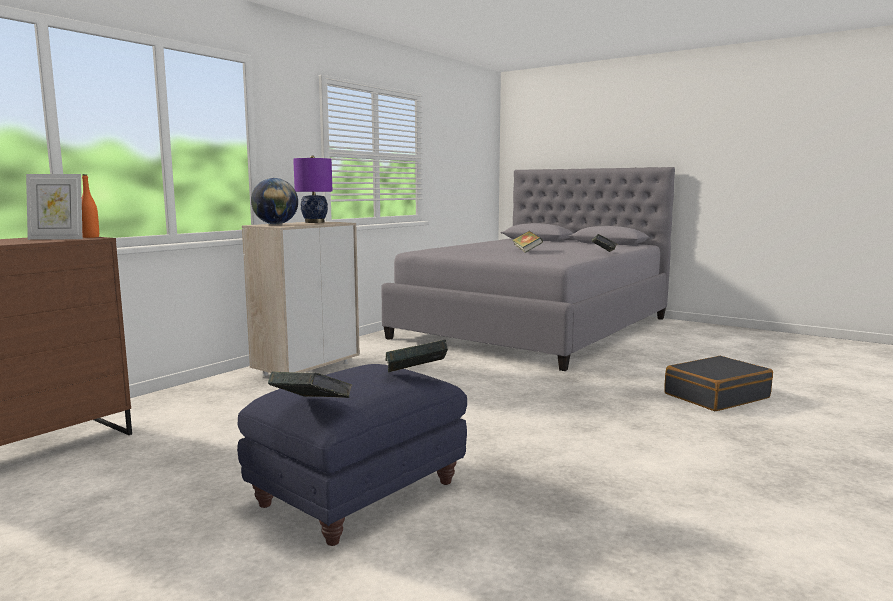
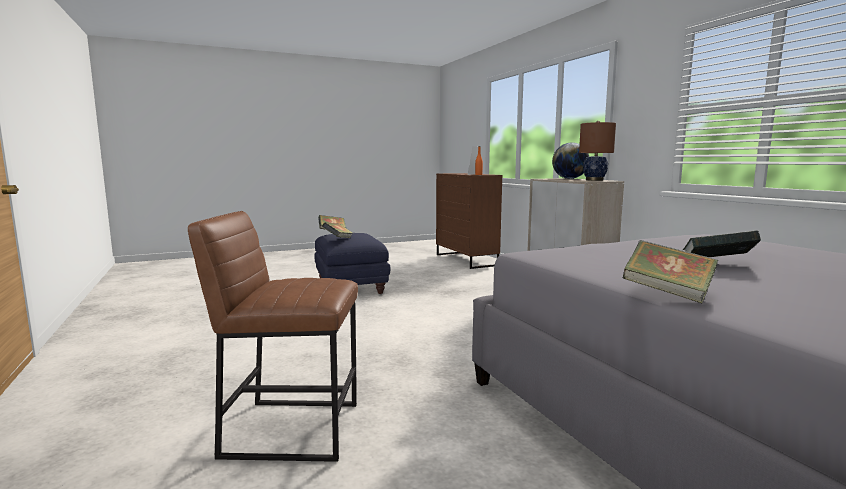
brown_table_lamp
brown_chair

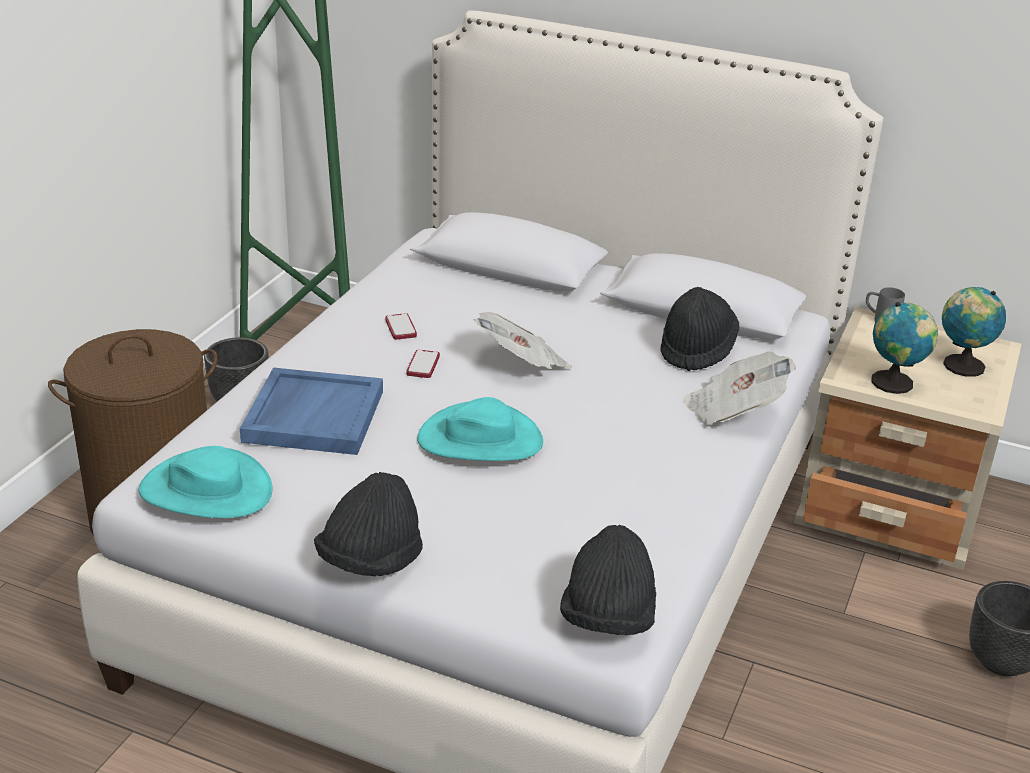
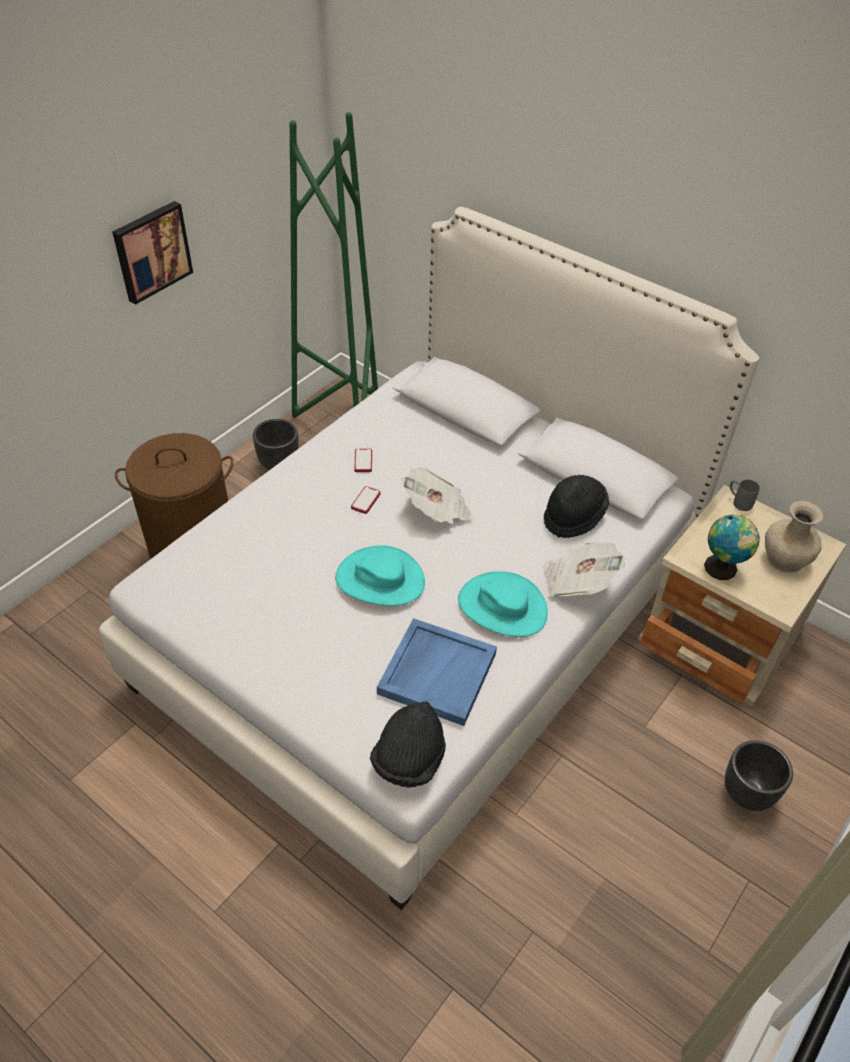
turquoise_hat (2nd from left)
blue_tray
black_hat (1st from left in the first image)
beige_vase
picture

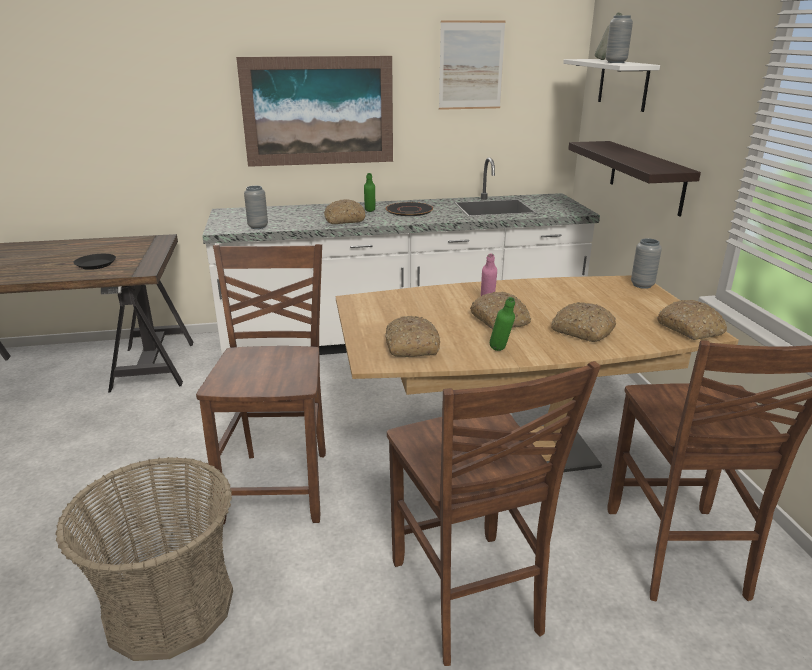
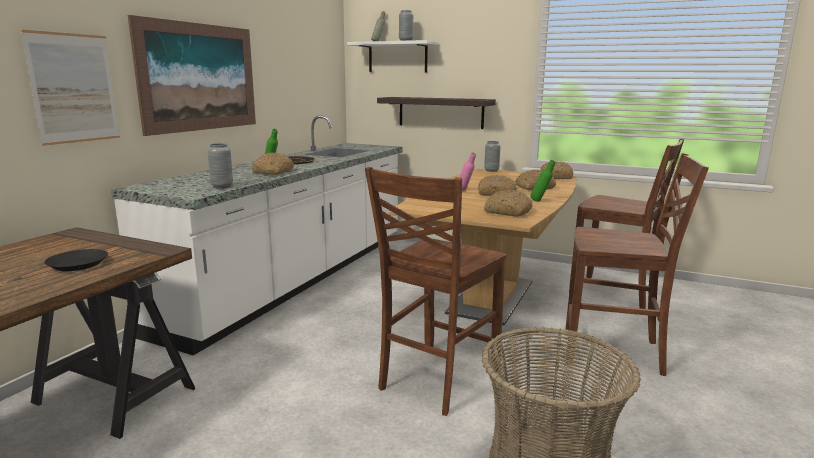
brown_chair (1st from left)
picture (1st from left)

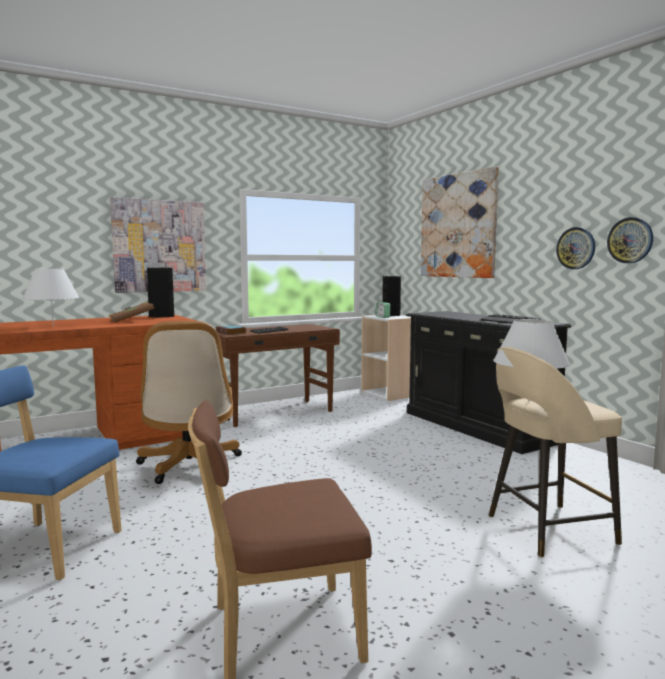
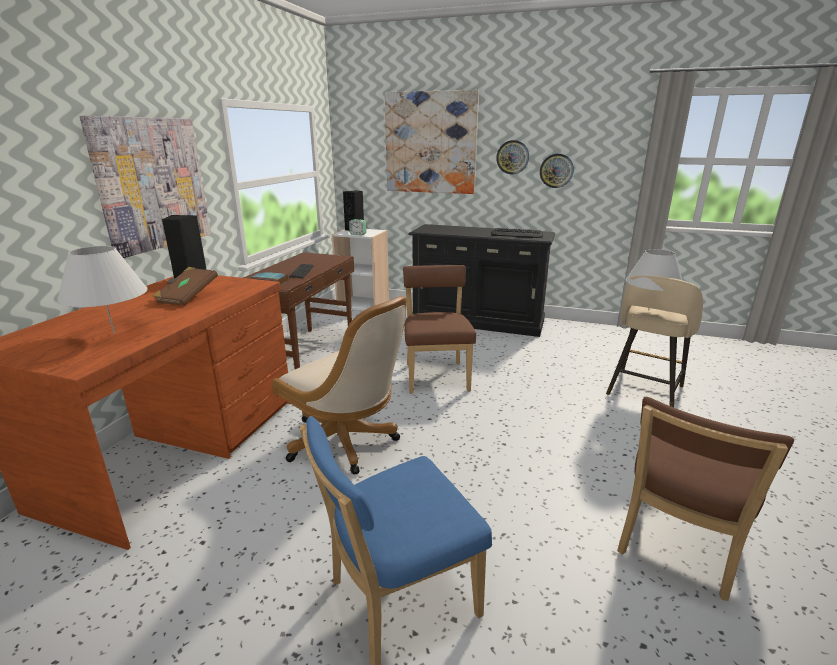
wall_clock (1st from left)
brown_chair (1st from left)

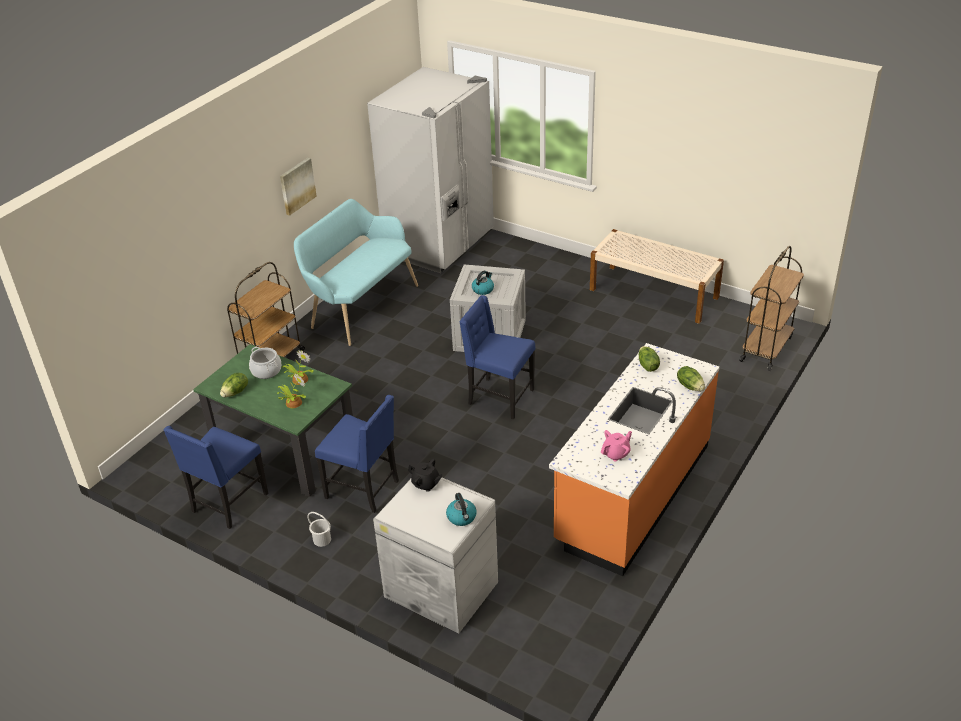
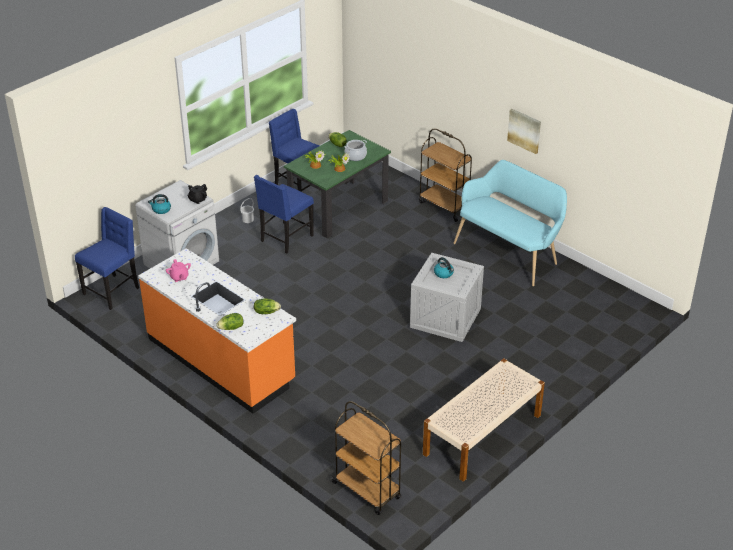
white_fridge
blue_chair (1st from left)

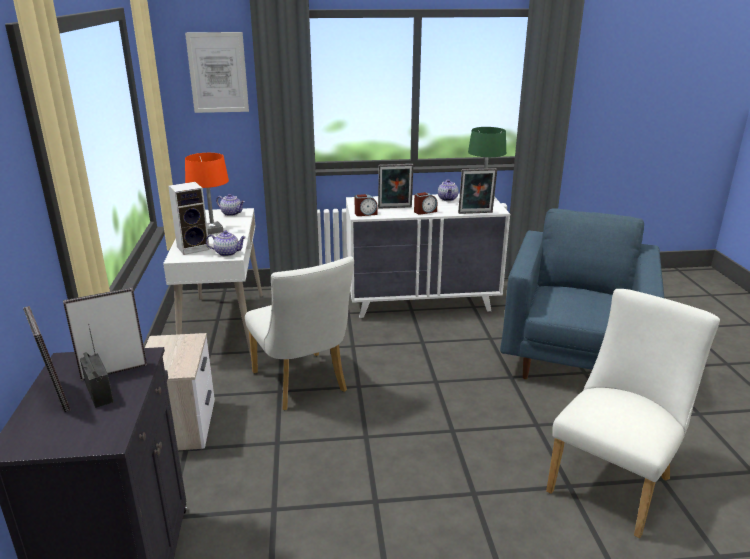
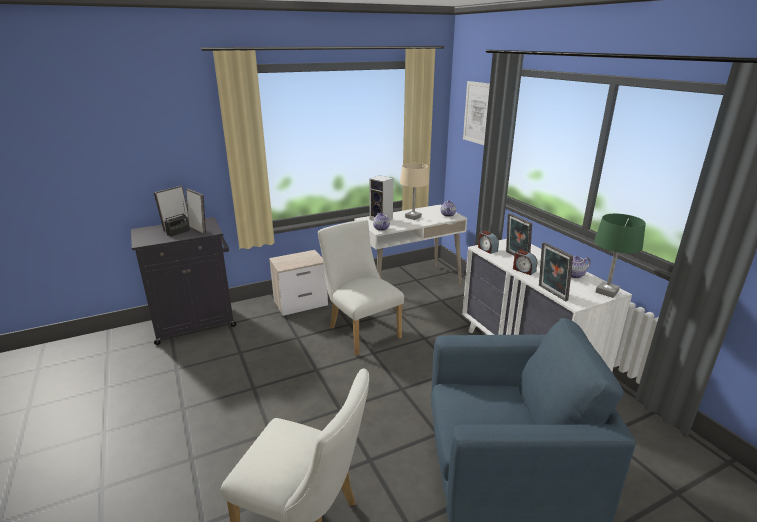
beige_table_lamp
white_chair (2nd from left)

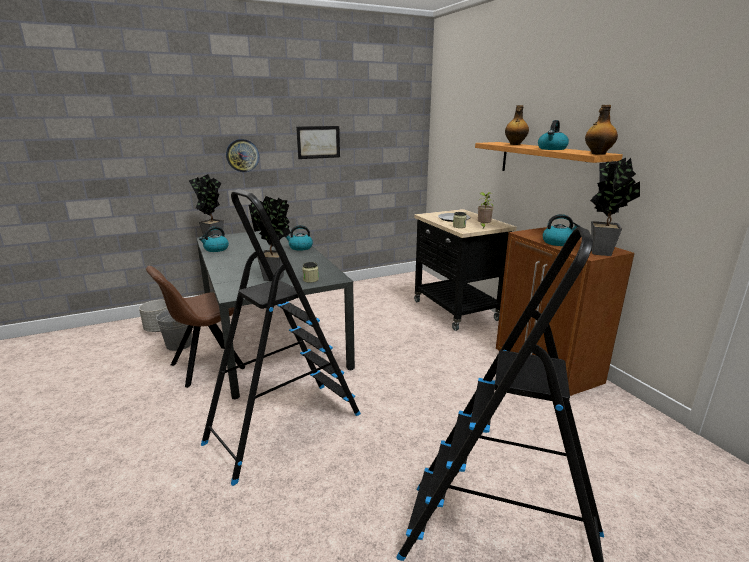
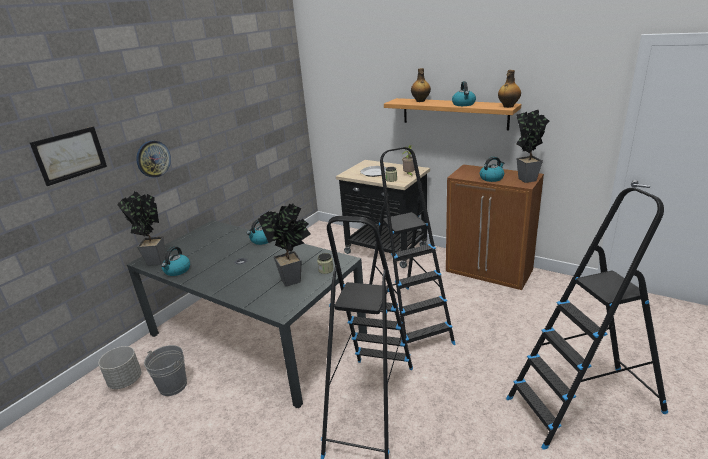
brown_chair
picture
black_step_ladder (2nd from left)

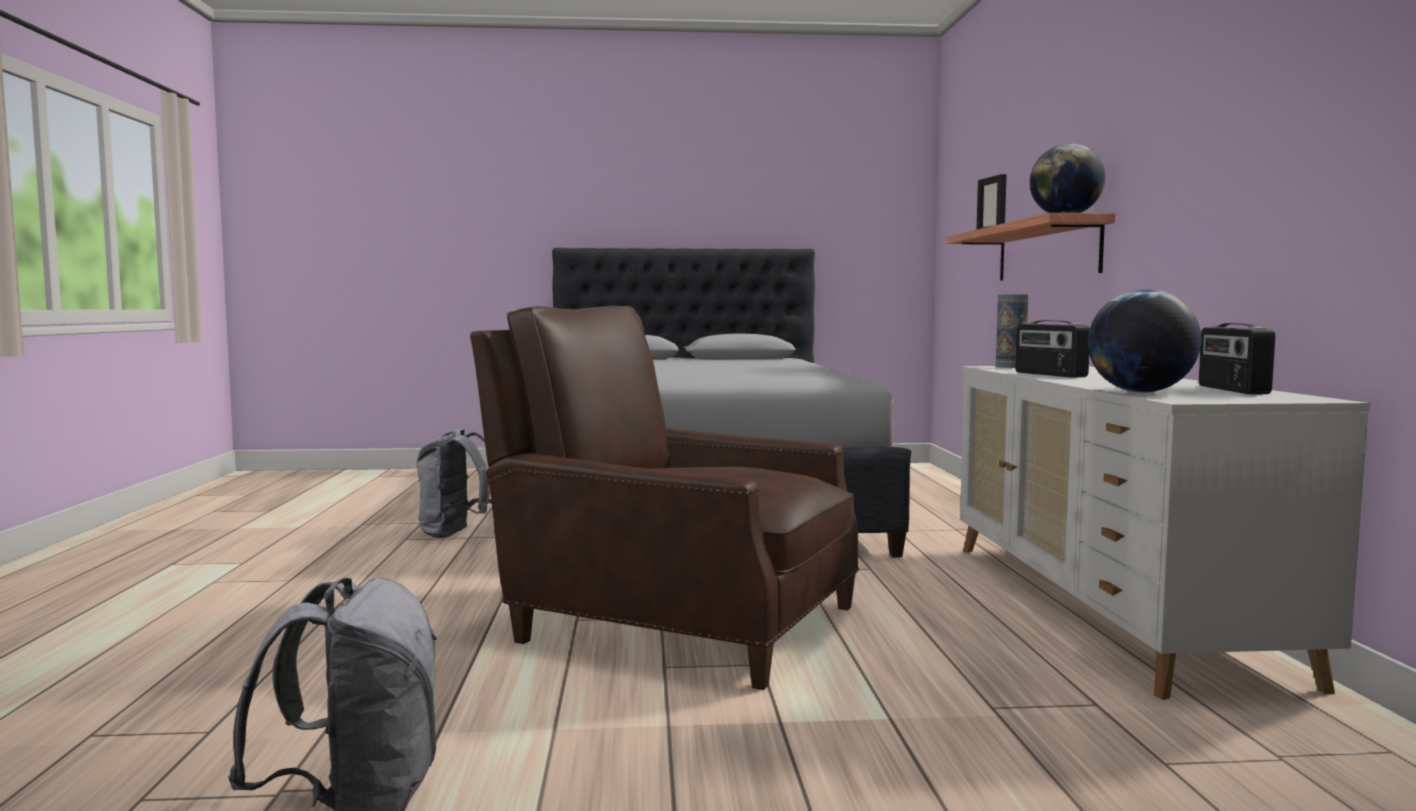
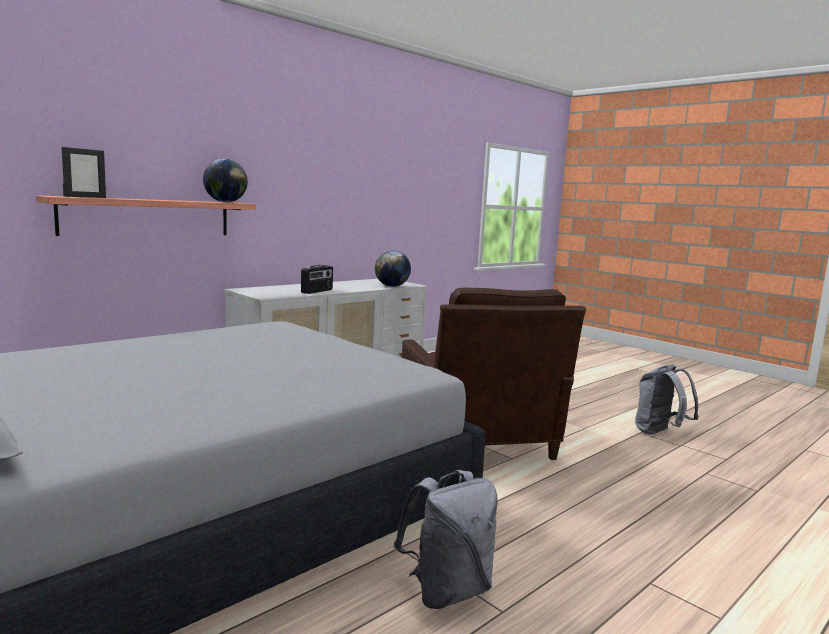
vase
radio (2nd from left in the first image)

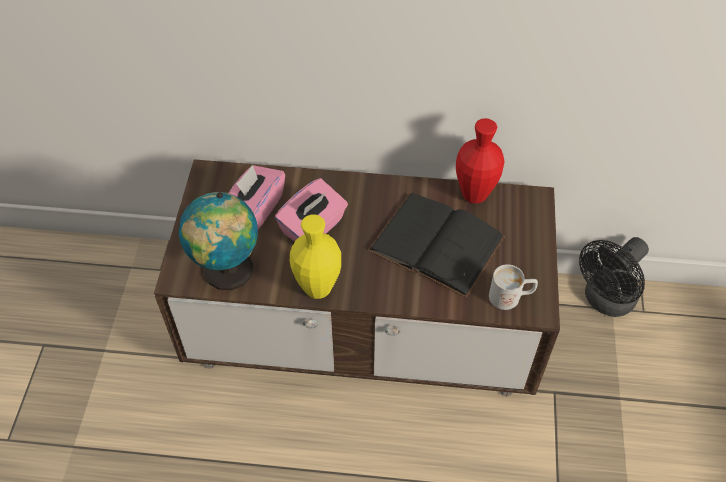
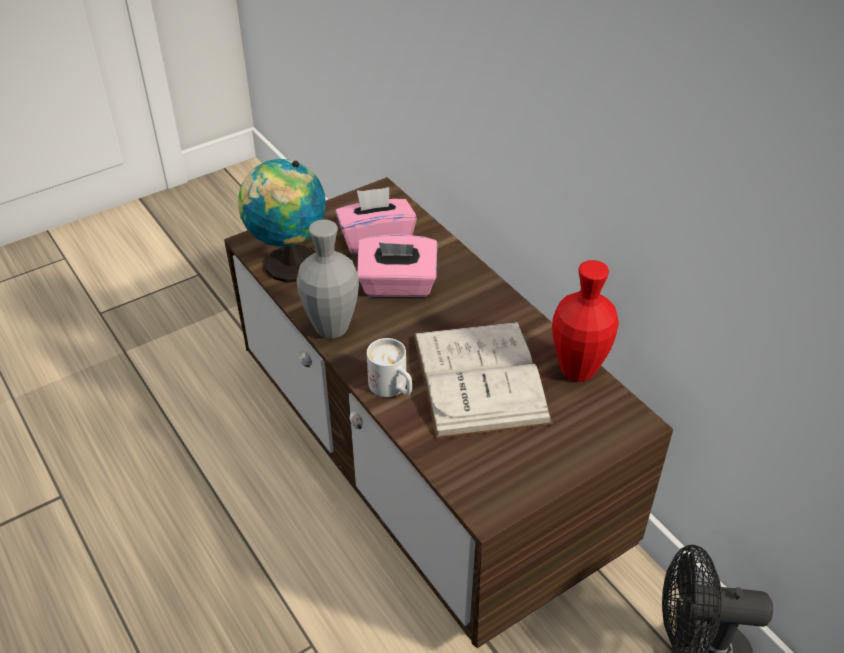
grey_vase
white_book
white_mug

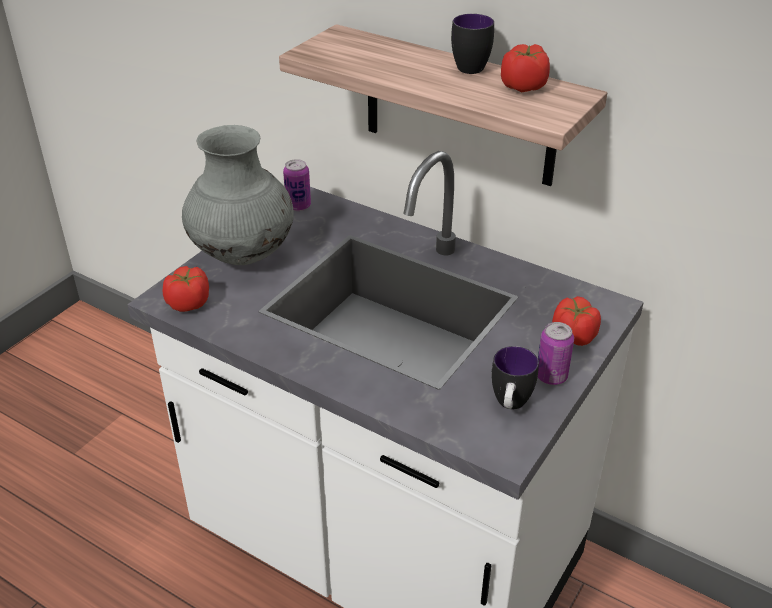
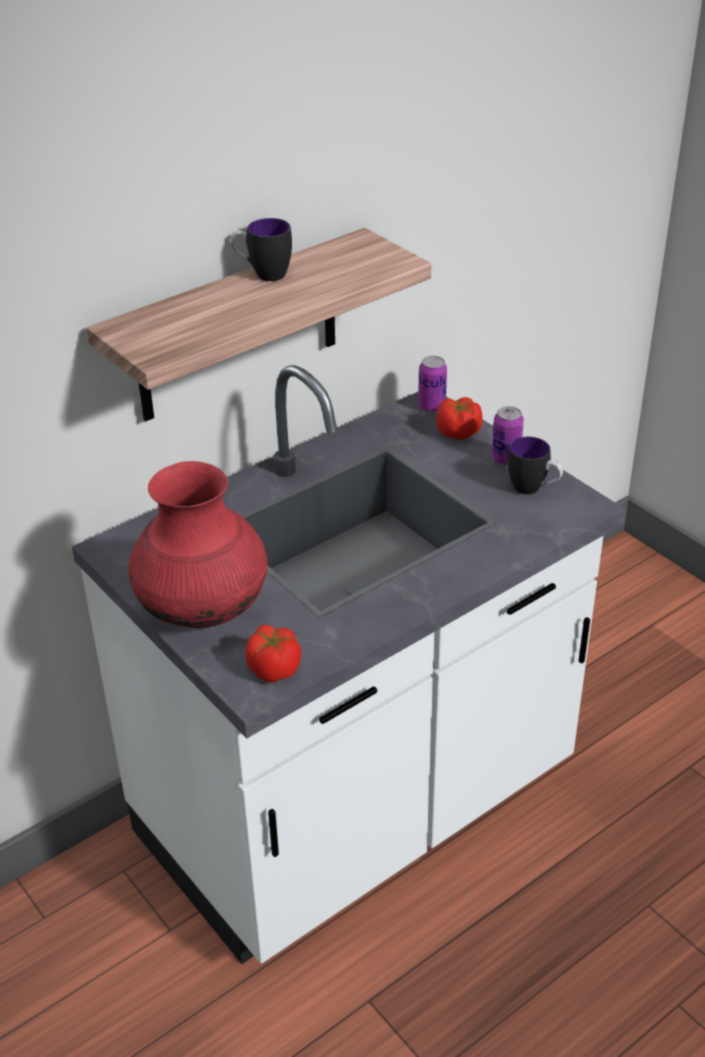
red_vase
can (1st from left)
tomato (2nd from left in the first image)

